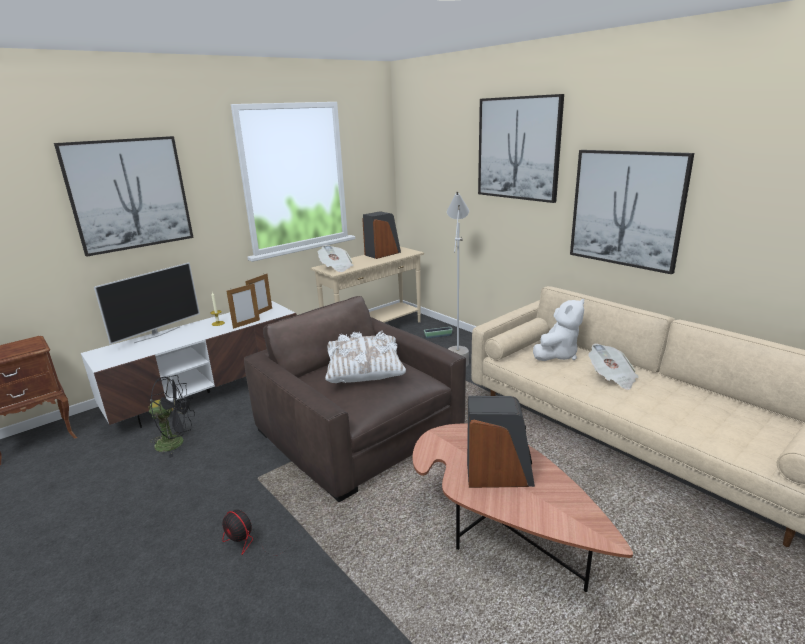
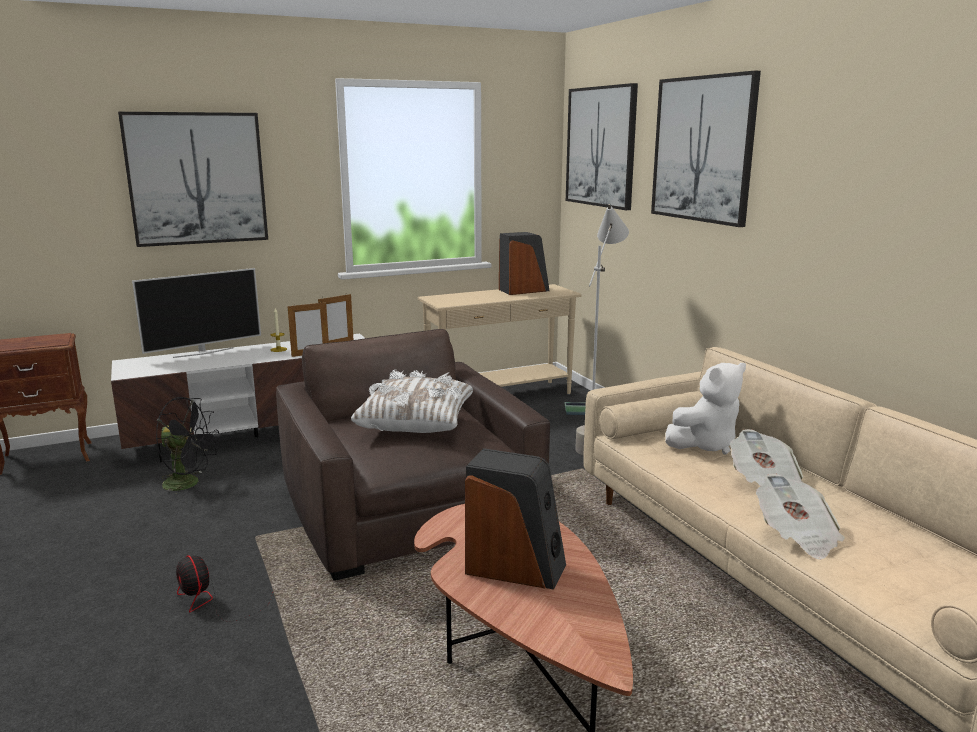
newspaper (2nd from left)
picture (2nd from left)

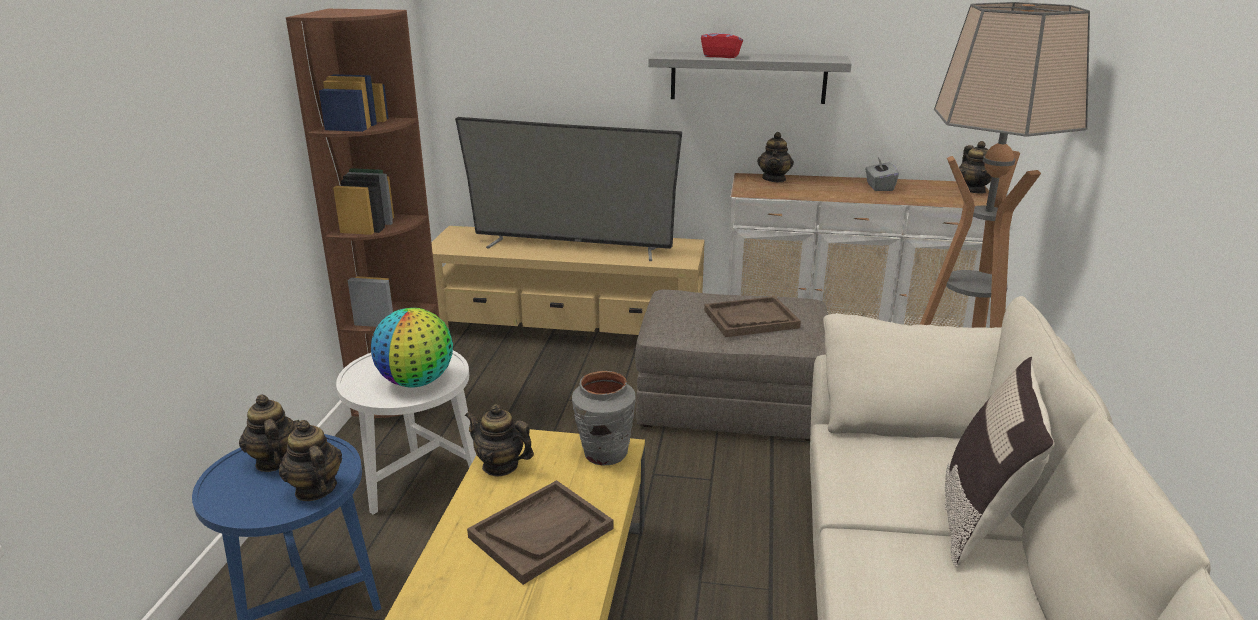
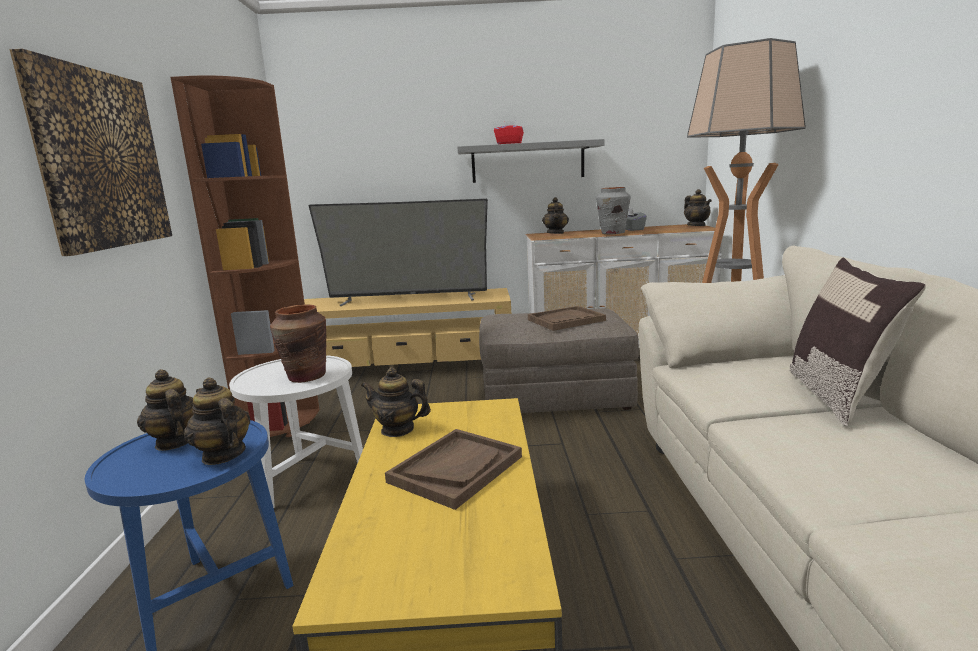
brown_vase
grey_vase
picture

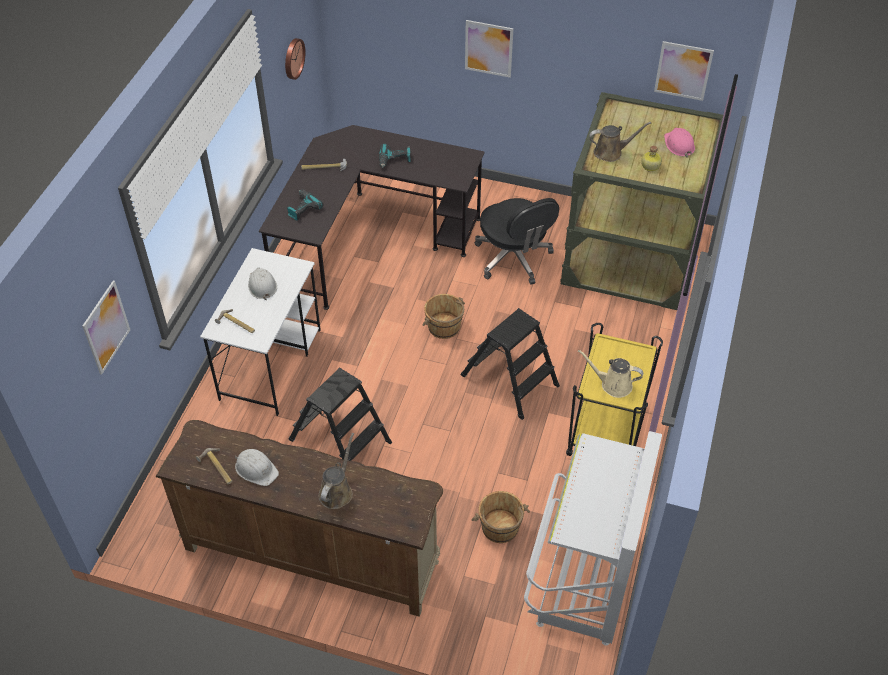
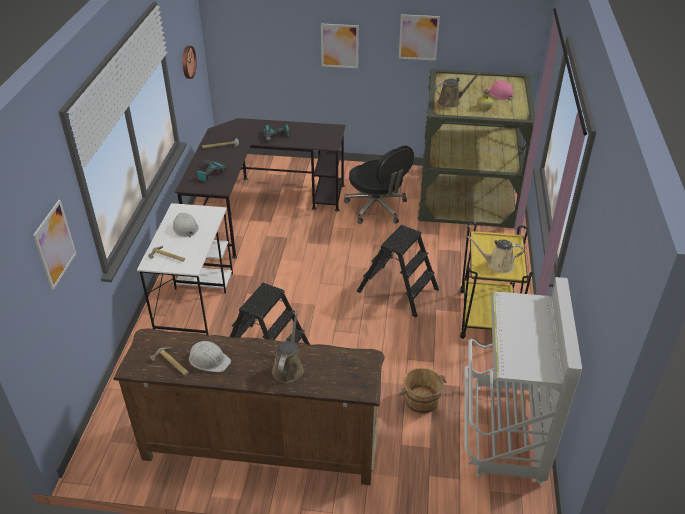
brown_bucket (1st from left in the first image)
picture (3rd from left)

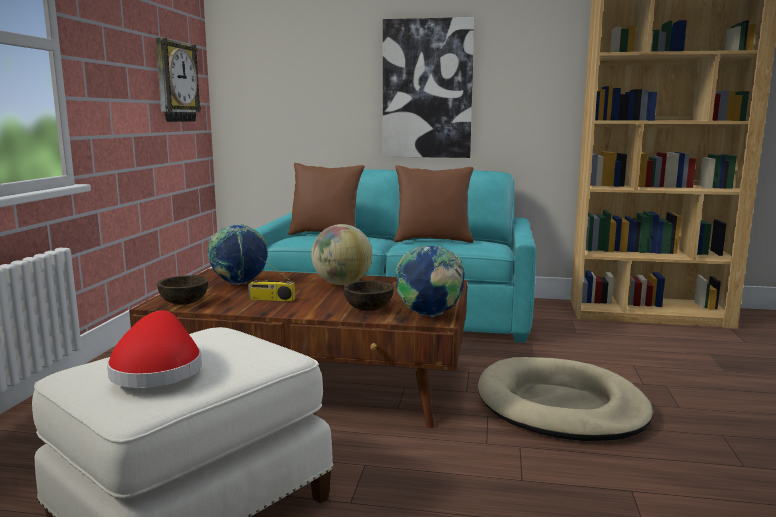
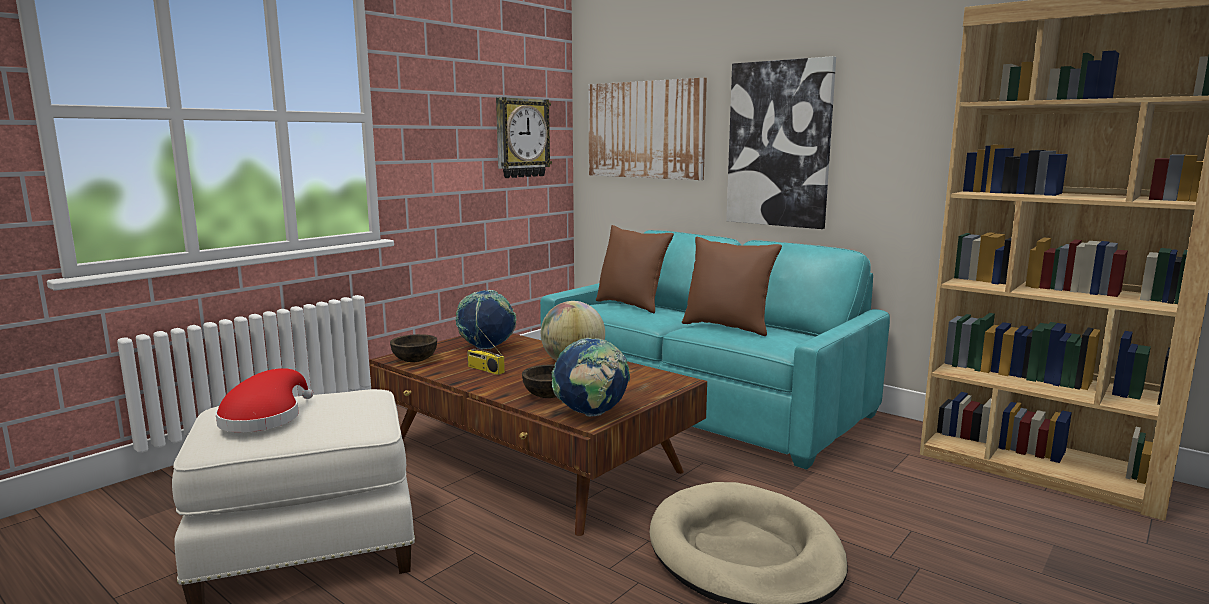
picture (1st from left)

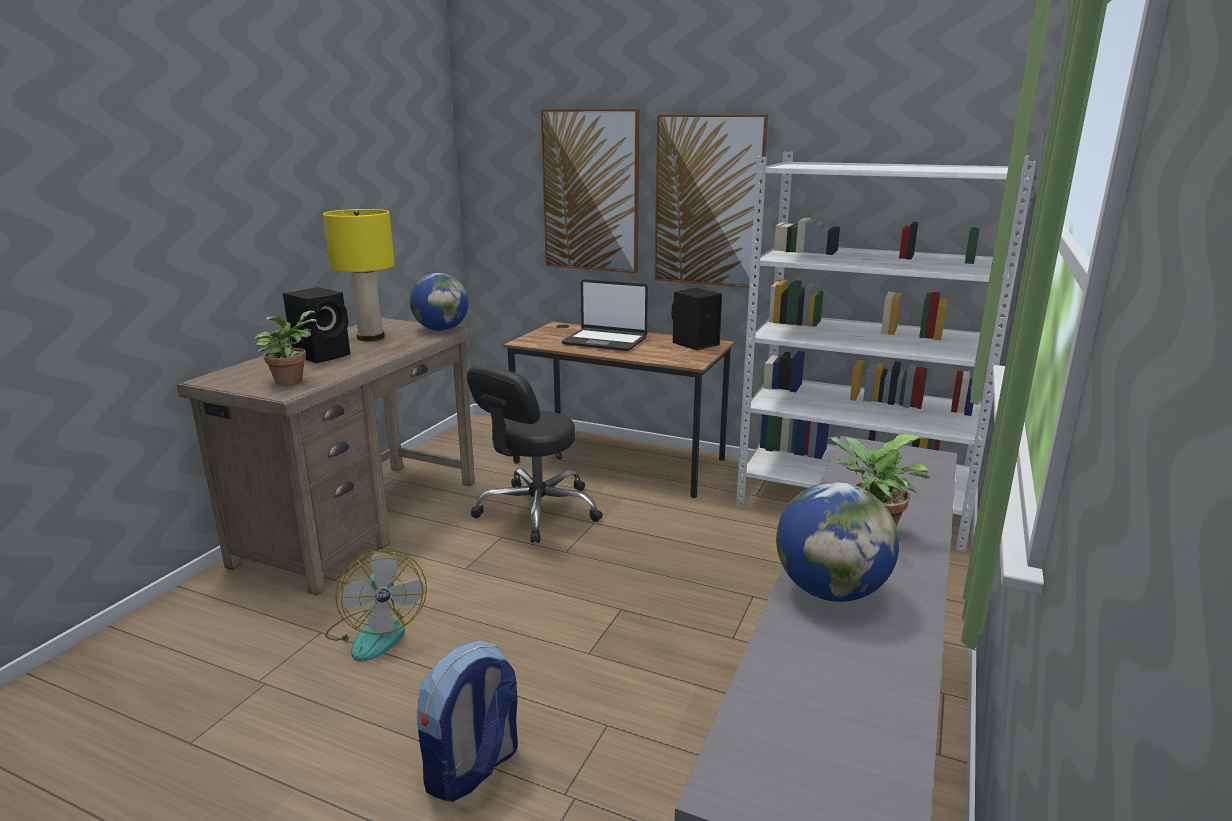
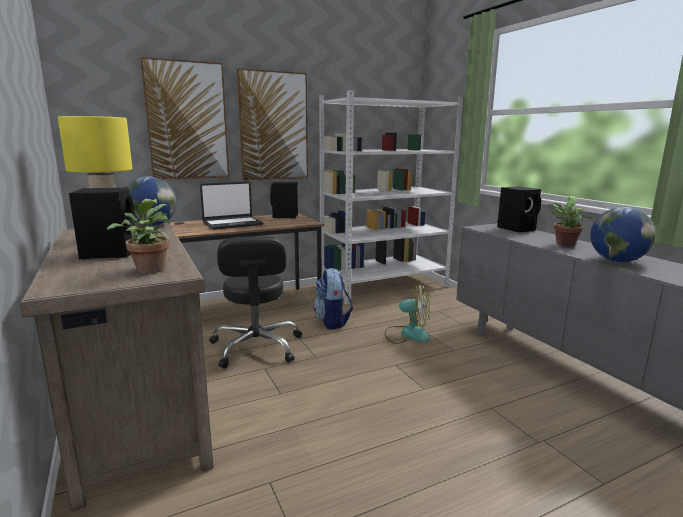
fan
backpack
black_speaker (3rd from left)

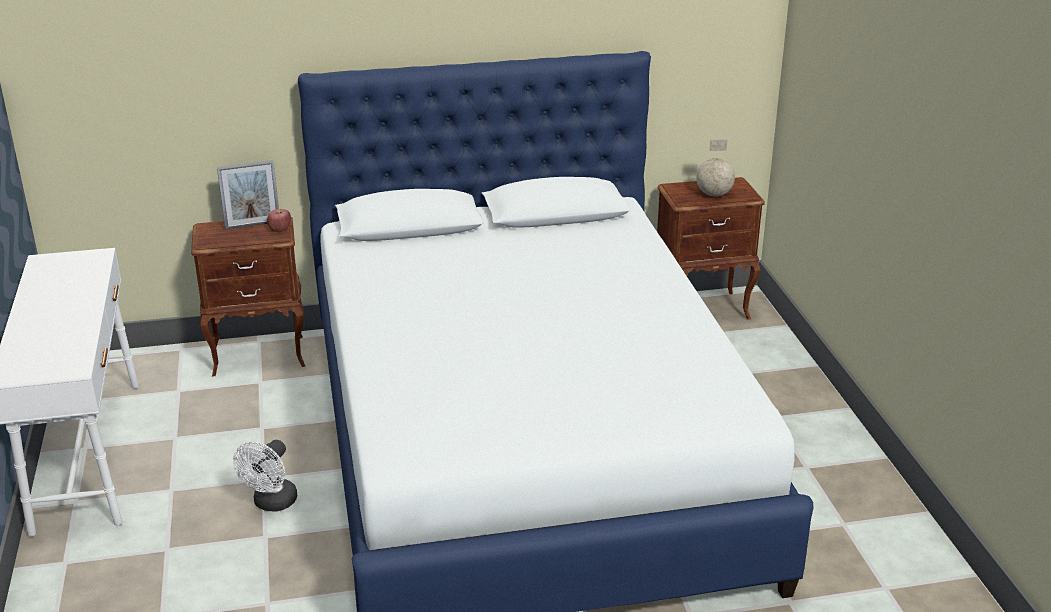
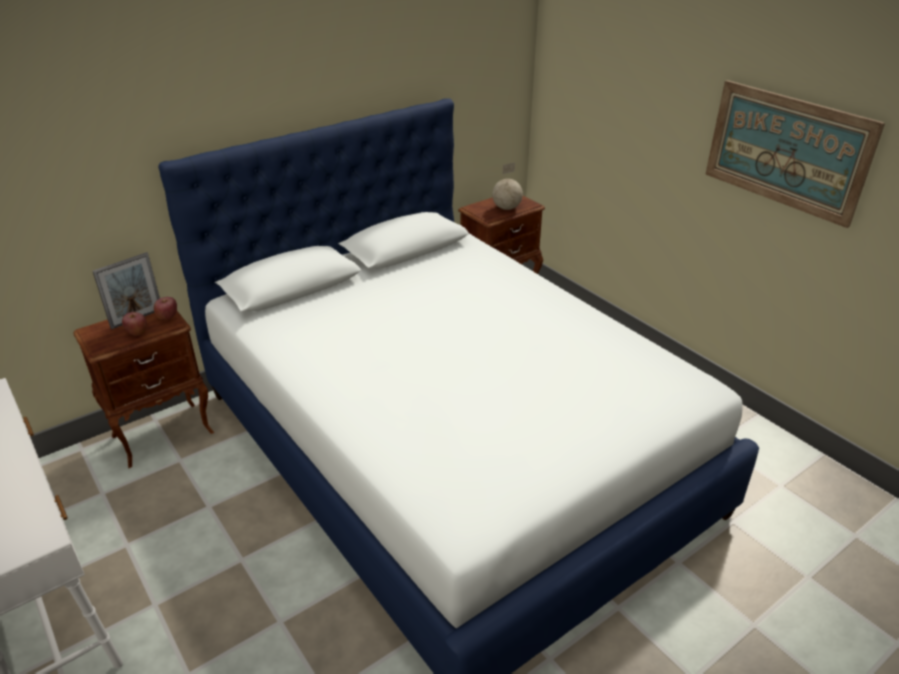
white_fan
apple (1st from left)
picture

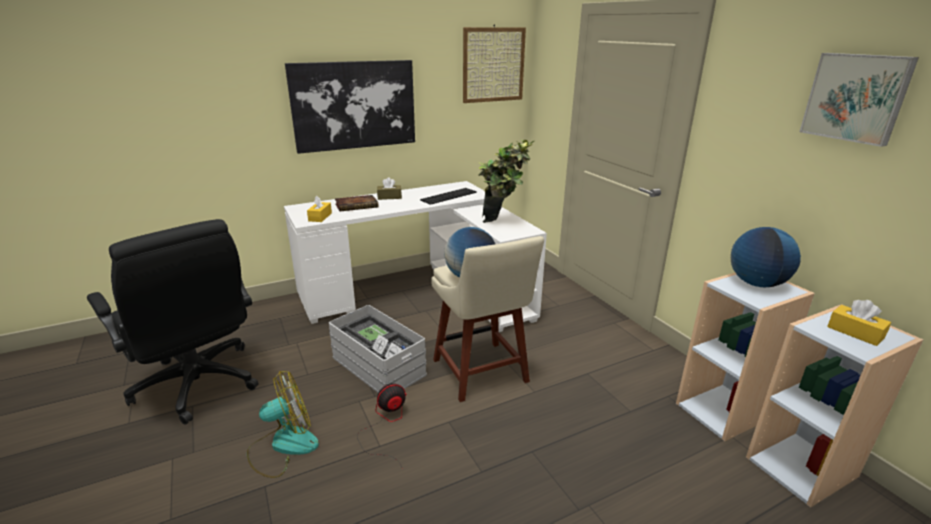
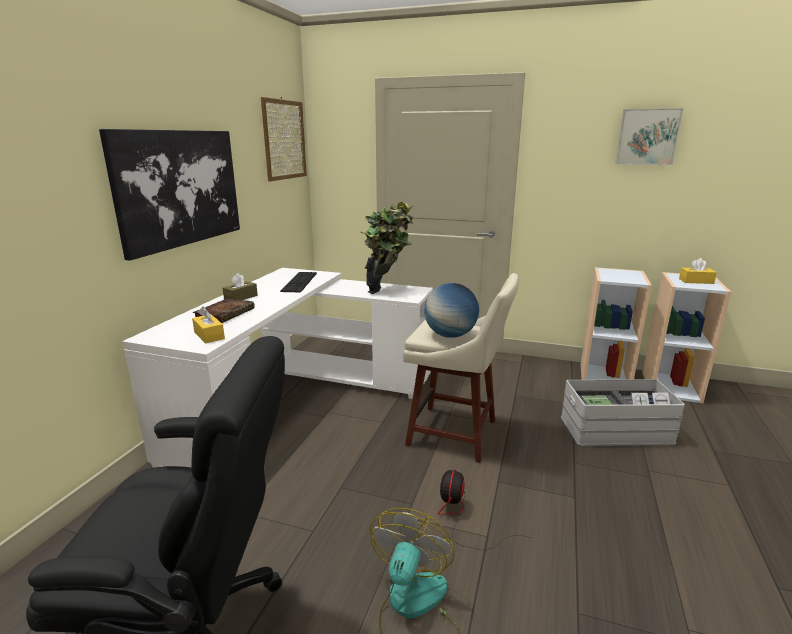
grey_storage_box
globe (2nd from left in the first image)

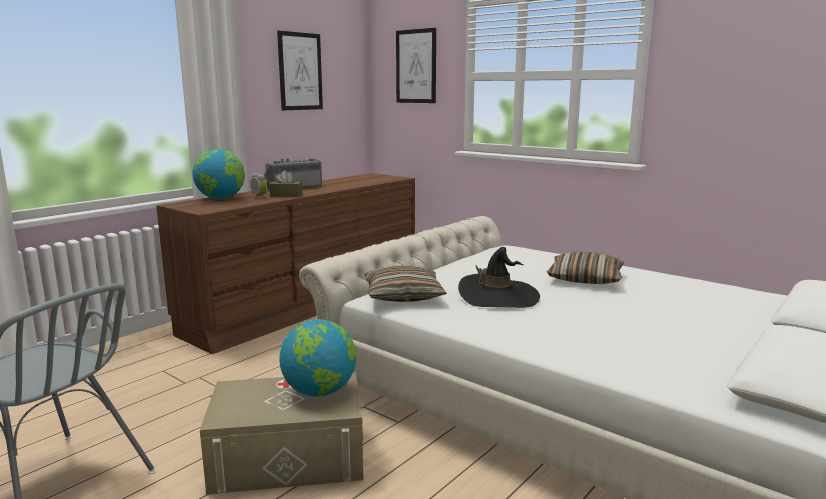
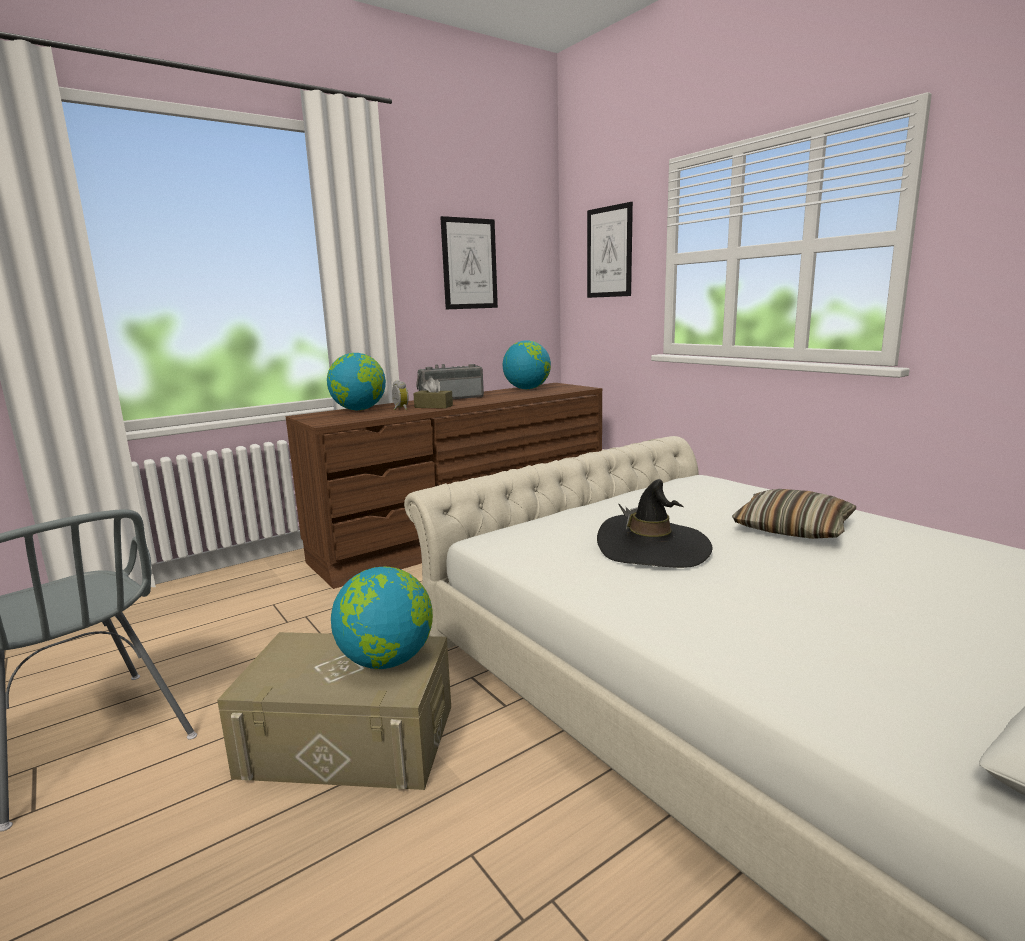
pillow (1st from left in the first image)
globe (3rd from left)

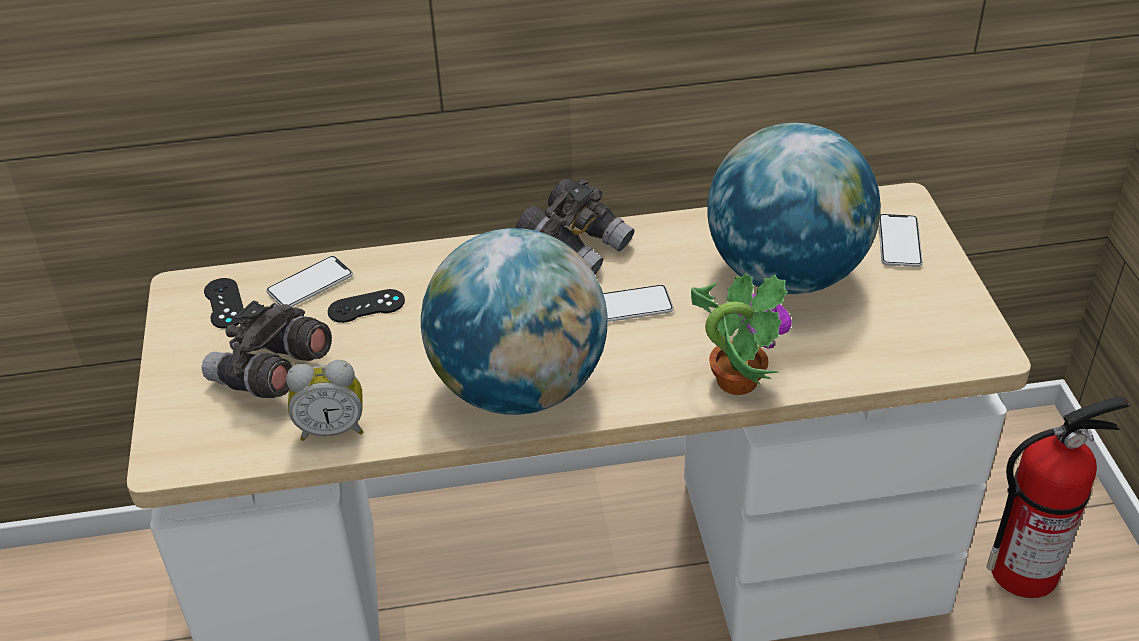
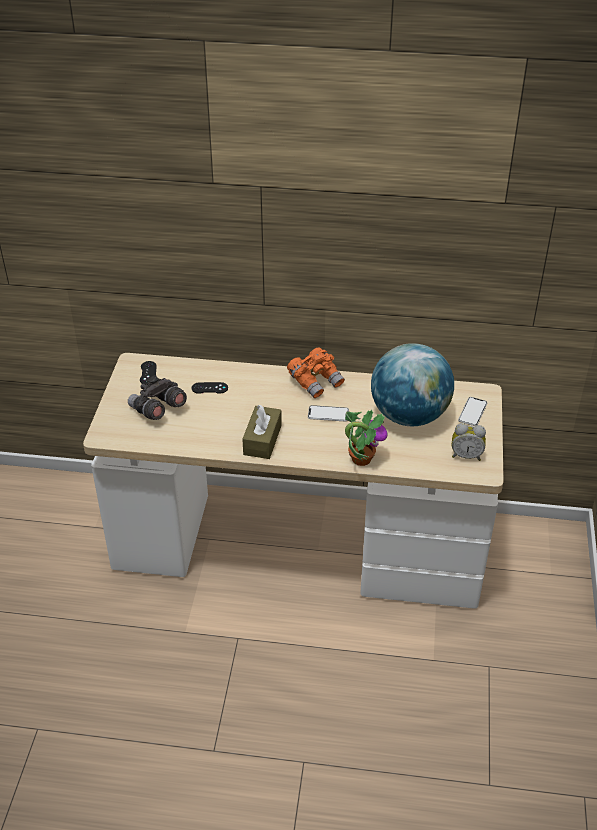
phone (1st from left in the first image)
alarm_clock
brown_tissue_box
orange_binoculars
fire_extinguisher

